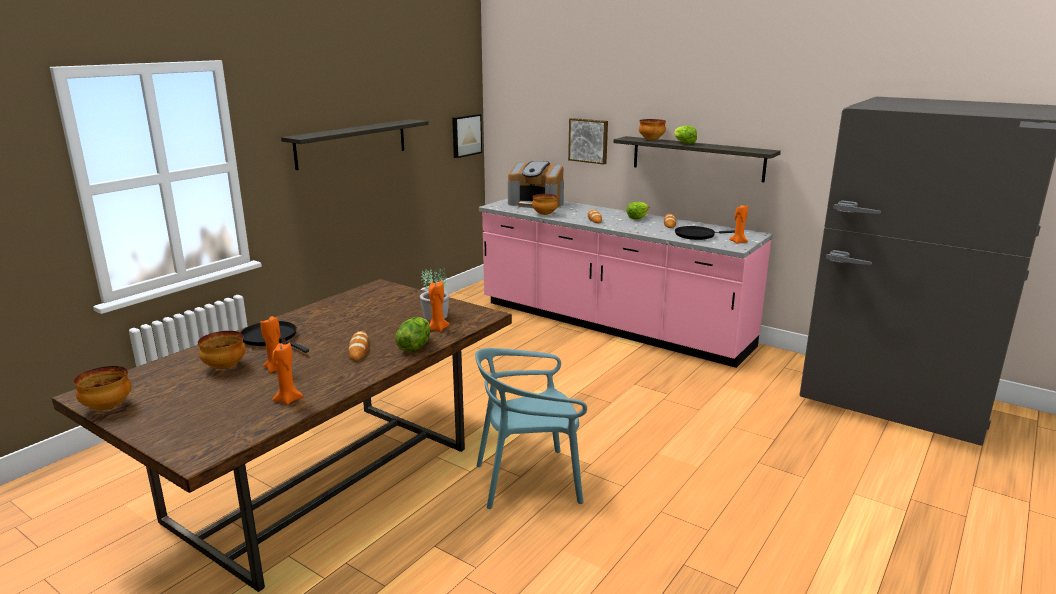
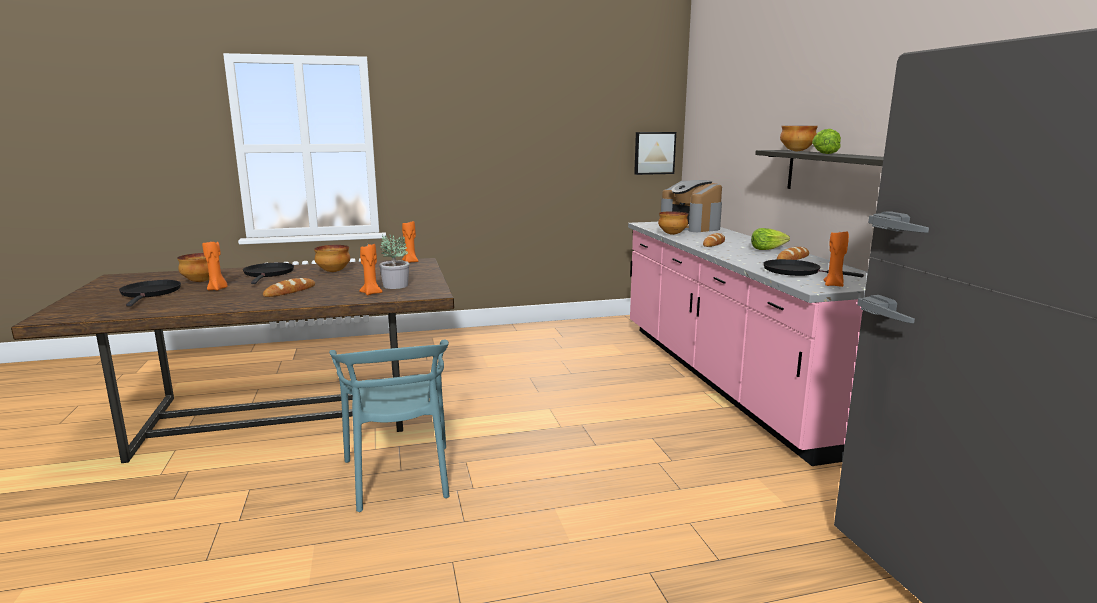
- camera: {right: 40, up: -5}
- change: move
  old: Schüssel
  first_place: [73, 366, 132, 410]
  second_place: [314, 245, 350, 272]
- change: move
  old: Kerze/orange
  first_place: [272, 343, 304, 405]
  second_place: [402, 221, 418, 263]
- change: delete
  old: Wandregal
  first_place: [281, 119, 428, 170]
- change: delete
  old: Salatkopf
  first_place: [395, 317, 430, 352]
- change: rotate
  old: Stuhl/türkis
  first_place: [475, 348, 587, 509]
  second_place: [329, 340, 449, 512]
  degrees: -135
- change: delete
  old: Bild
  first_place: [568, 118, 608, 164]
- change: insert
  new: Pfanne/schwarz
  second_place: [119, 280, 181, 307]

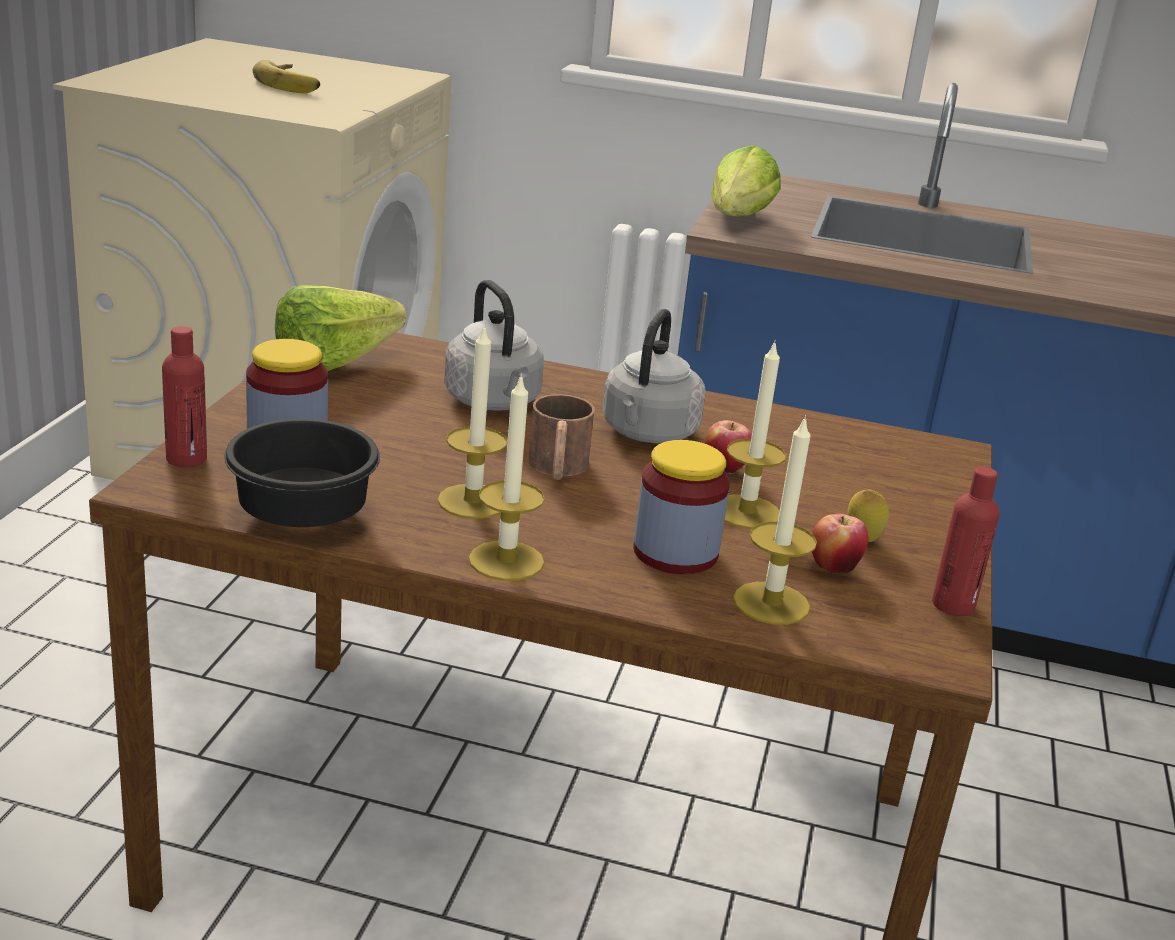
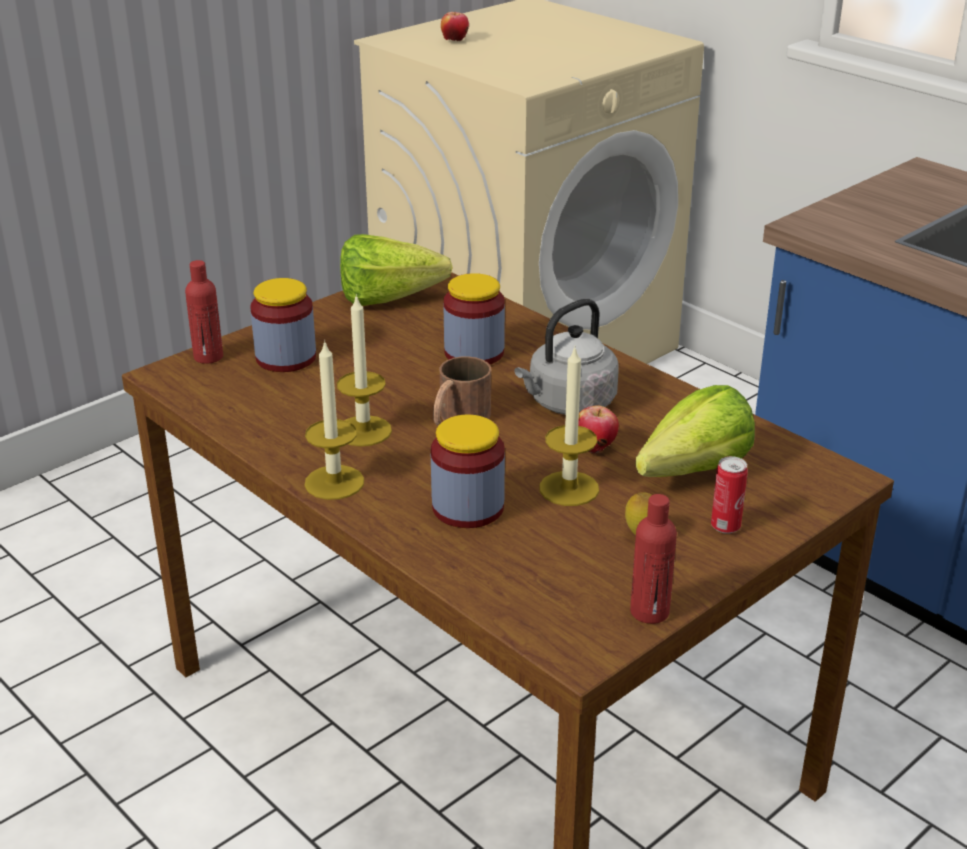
- camera: {right: 35, up: 5}
- change: delete
  old: Schüssel/schwarz
  first_place: [224, 419, 380, 527]
- change: delete
  old: Banane
  first_place: [253, 60, 320, 94]
- change: replace
  old: Wasserkessel/grau
  new: Vorratsglas
  first_place: [444, 280, 544, 411]
  second_place: [443, 273, 505, 365]
- change: move
  old: Salatkopf
  first_place: [711, 145, 781, 216]
  second_place: [635, 385, 755, 477]
- change: delete
  old: Kerze
  first_place: [733, 415, 817, 625]
- change: move
  old: Apfel
  first_place: [812, 513, 868, 573]
  second_place: [441, 12, 469, 42]
- change: insert
  new: Dose
  second_place: [711, 456, 748, 534]

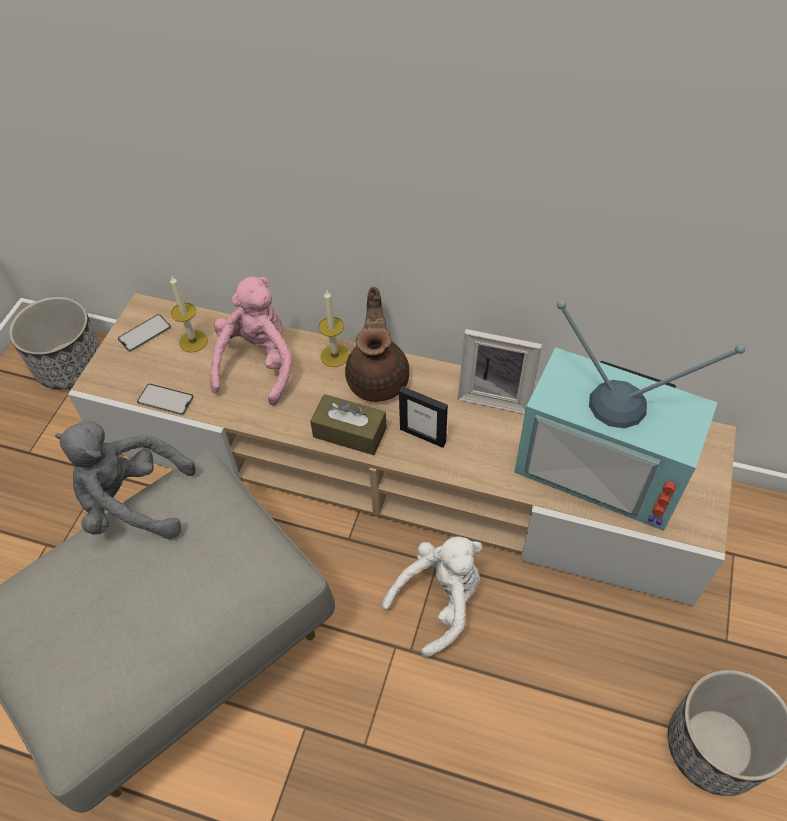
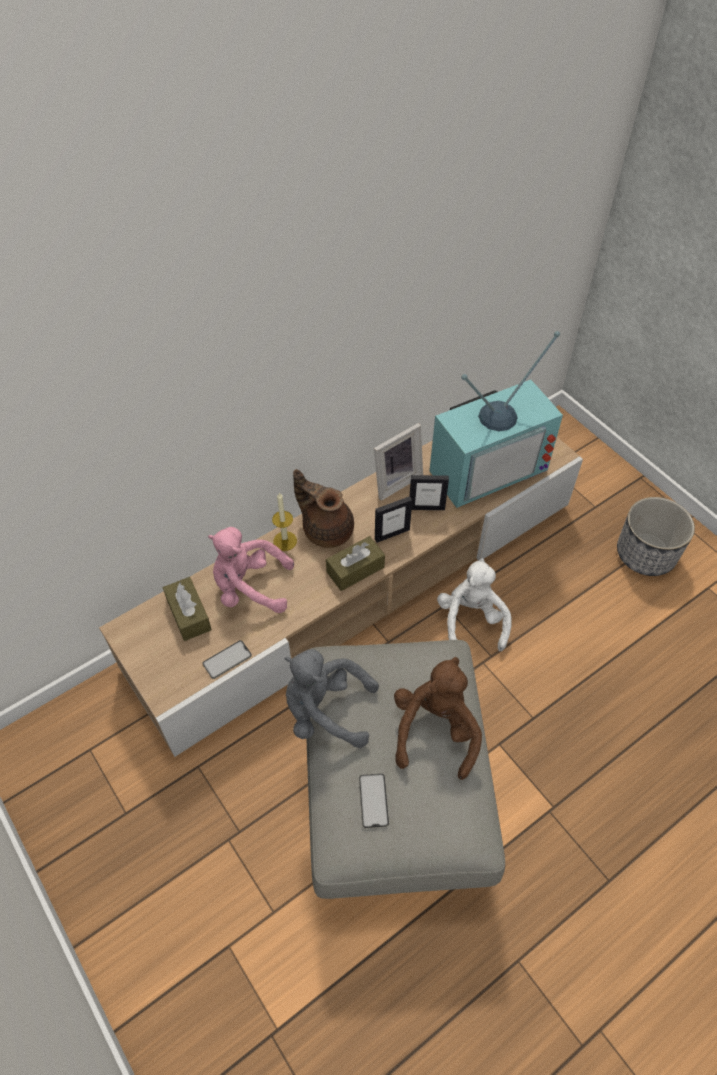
- camera: {right: -55, up: 0}
- change: delete
  old: Pflanzkübel
  first_place: [9, 297, 100, 389]
- change: rotate
  old: Plüschtier/grau
  first_place: [55, 421, 196, 539]
  second_place: [285, 649, 379, 748]
  degrees: 60
- change: move
  old: Handy
  first_place: [118, 314, 171, 352]
  second_place: [359, 774, 389, 828]
- change: replace
  old: Kerze
  new: Taschentuchbox/braun
  first_place: [170, 275, 208, 353]
  second_place: [163, 577, 212, 641]
- change: rotate
  old: Plüschtier/rosa
  first_place: [210, 276, 292, 406]
  second_place: [208, 527, 294, 613]
  degrees: -45
- change: insert
  new: Plüschtier/braun
  second_place: [394, 657, 482, 780]
- change: insert
  new: Bilderrahmen
  second_place: [410, 475, 449, 510]

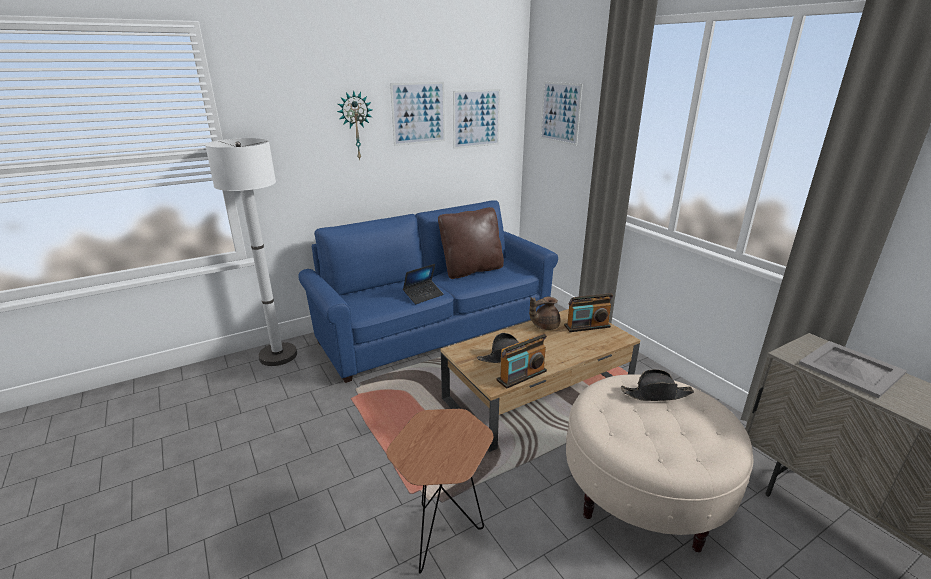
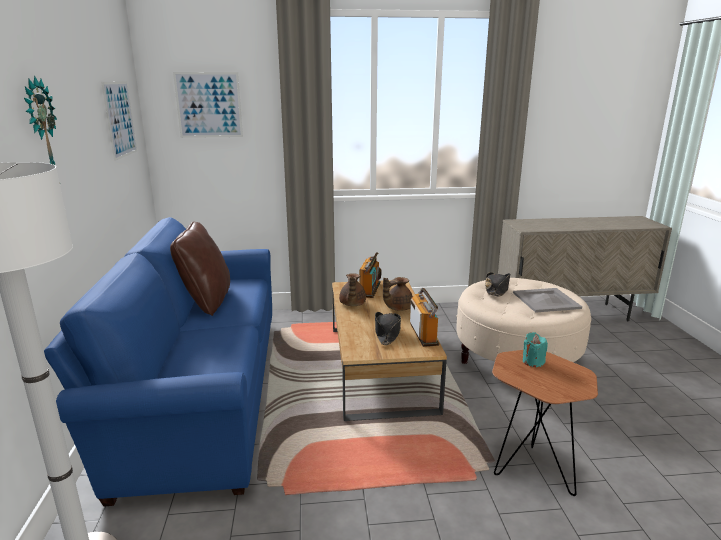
- camera: {right: -65, up: -5}
- change: delete
  old: Bild
  first_place: [390, 82, 445, 146]
- change: delete
  old: Laptop
  first_place: [403, 264, 444, 304]
- change: move
  old: Tablett/grau
  first_place: [799, 341, 907, 398]
  second_place: [513, 288, 582, 313]
- change: insert
  new: Teekanne/braun
  second_place: [383, 277, 413, 311]
- change: insert
  new: Kerze/türkis
  second_place: [523, 332, 548, 367]

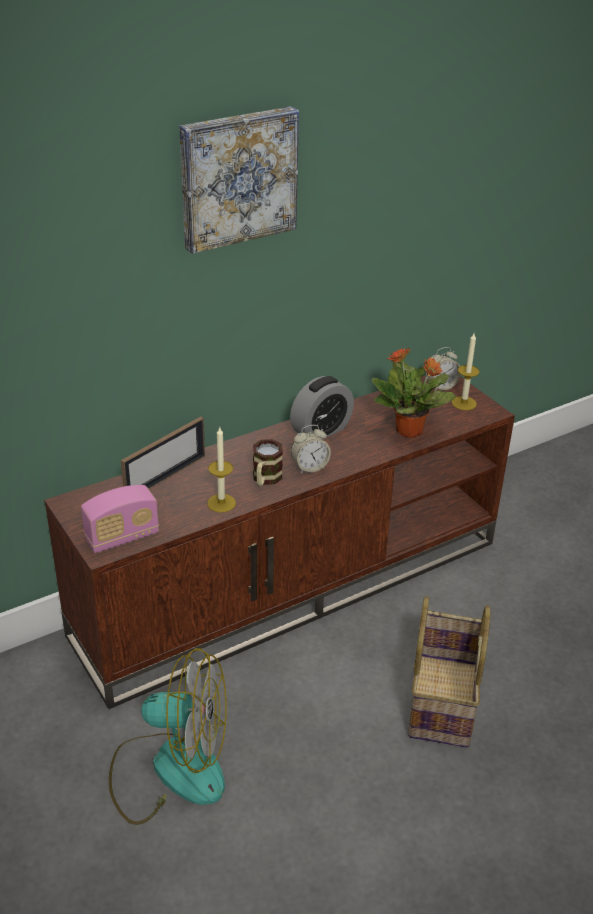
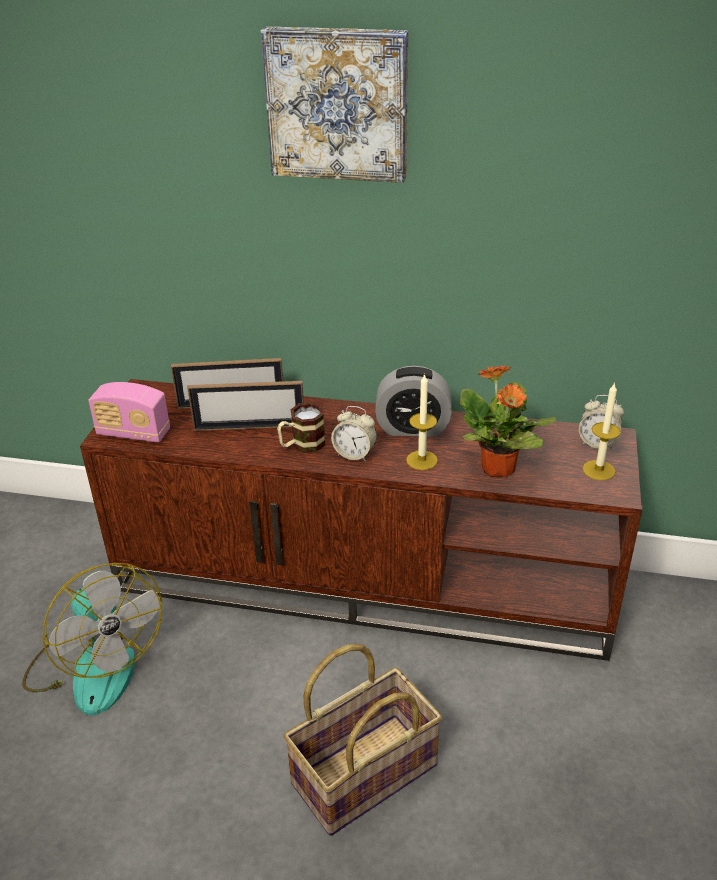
- camera: {right: 45, up: 0}
- change: move
  old: Kerze
  first_place: [207, 427, 236, 512]
  second_place: [406, 373, 438, 470]
- change: insert
  new: Bilderrahmen
  second_place: [187, 381, 304, 431]

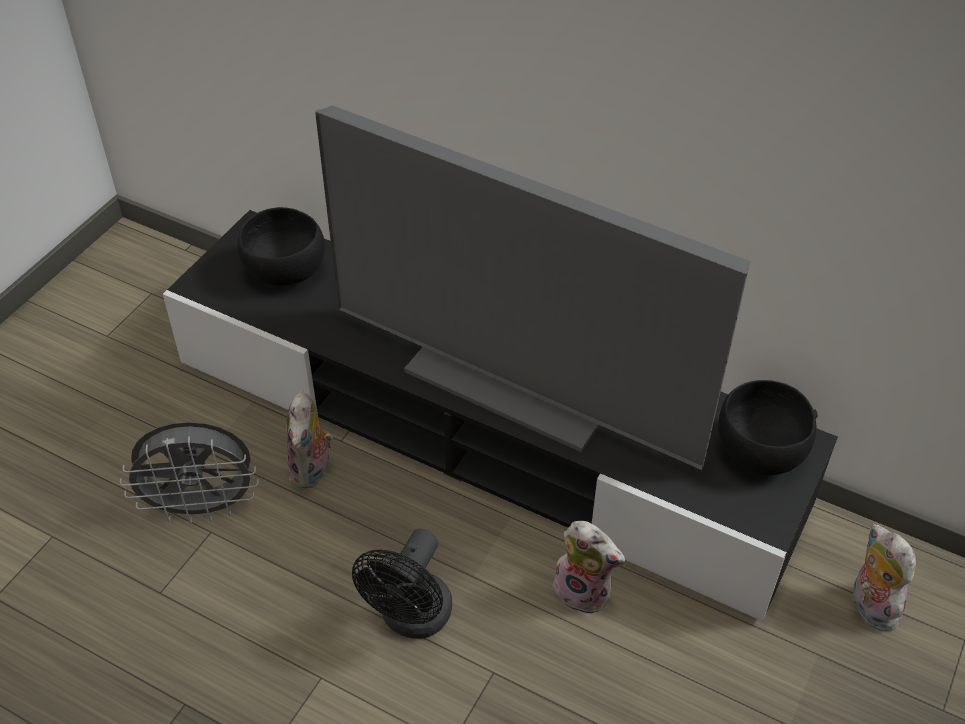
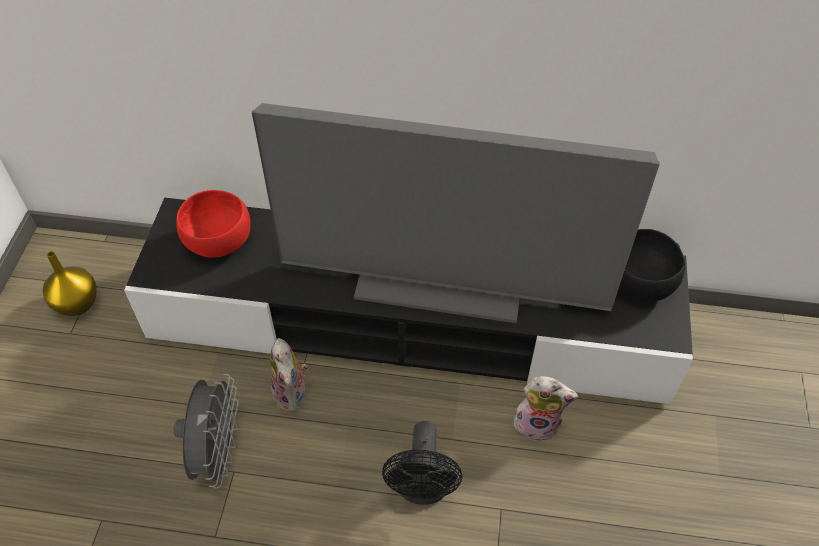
- camera: {right: -20, up: 5}
- change: rotate
  old: Ventilator/grau
  first_place: [120, 422, 259, 524]
  second_place: [173, 374, 239, 489]
  degrees: -60
- change: recolor
  old: Schüssel/schwarz
  new: Schüssel/rot
  first_place: [237, 207, 325, 286]
  second_place: [176, 190, 251, 258]
- change: delete
  old: Plüschtier
  first_place: [852, 524, 916, 631]
- change: insert
  new: Vase/gelb
  second_place: [42, 251, 97, 316]

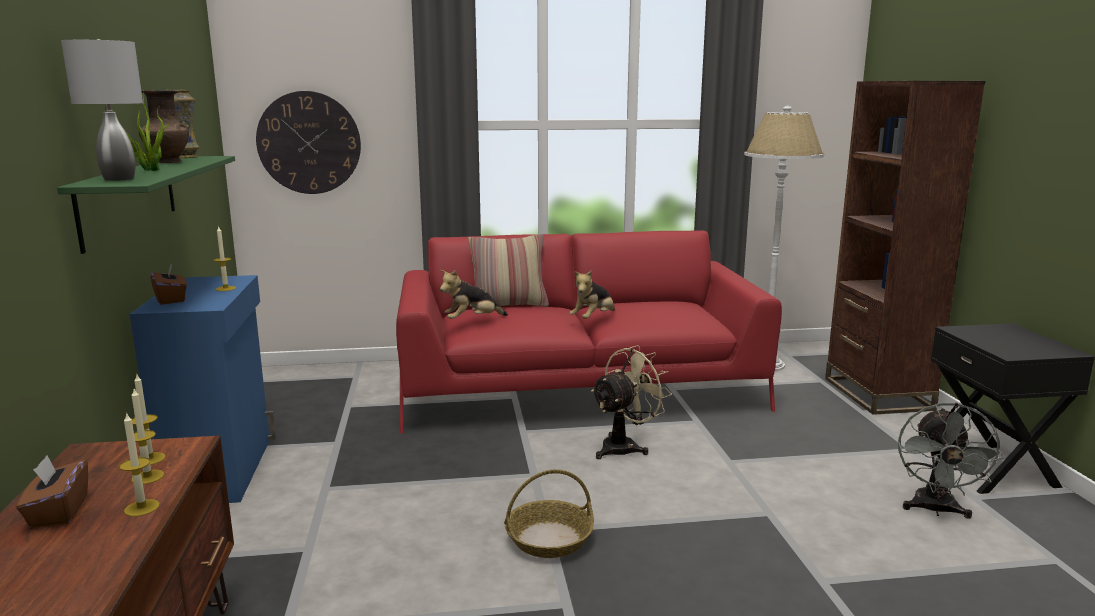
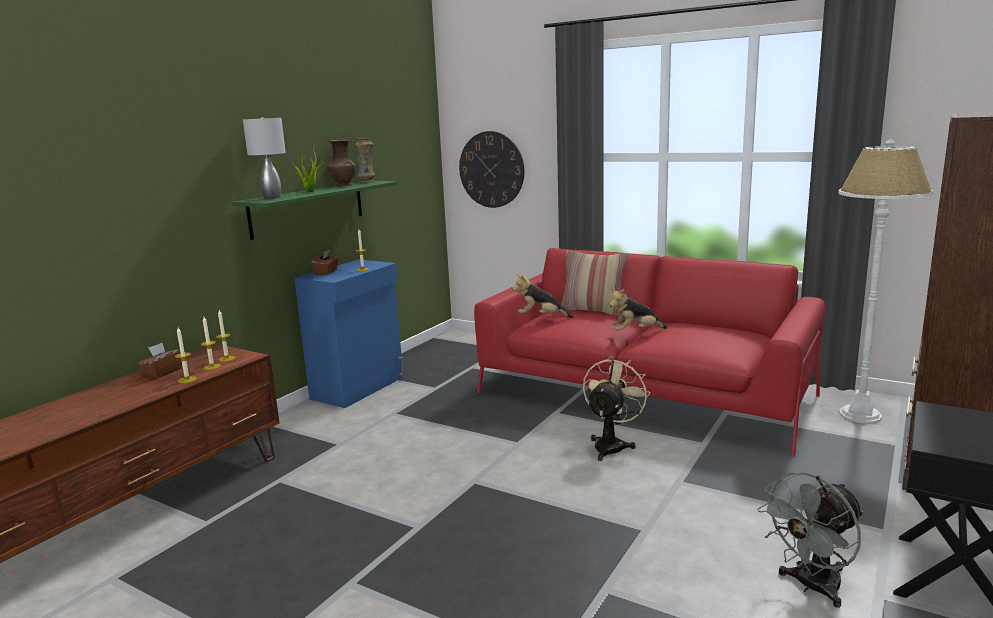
- camera: {right: 40, up: 0}
- change: delete
  old: Korb
  first_place: [504, 469, 594, 558]
- change: rotate
  old: Ventilator/beige
  first_place: [591, 345, 672, 459]
  second_place: [583, 356, 650, 461]
  degrees: -60

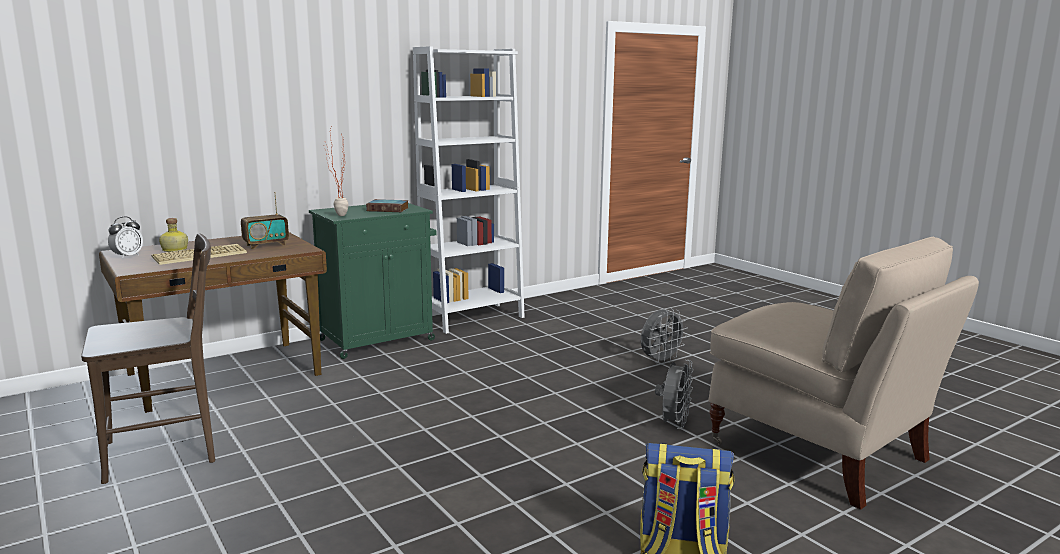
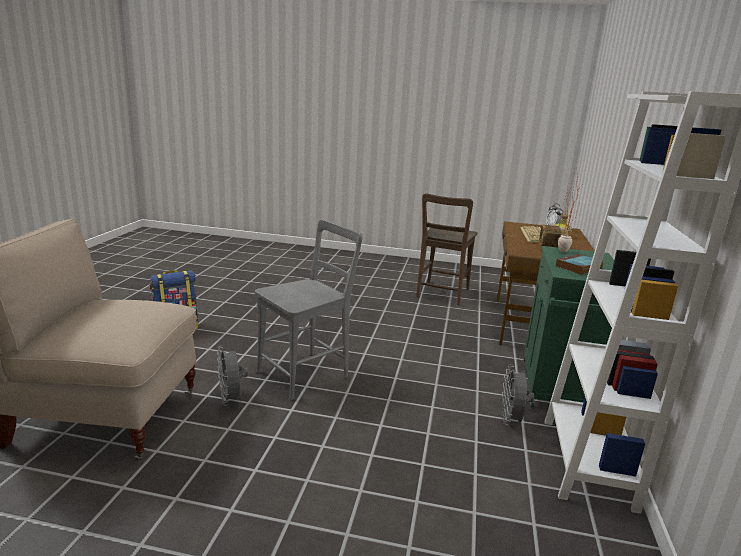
- camera: {right: 135, up: 5}
- change: move
  old: Ventilator/grau
  first_place: [641, 309, 688, 365]
  second_place: [501, 364, 534, 425]
- change: insert
  new: Stuhl/grau
  second_place: [255, 219, 363, 400]

